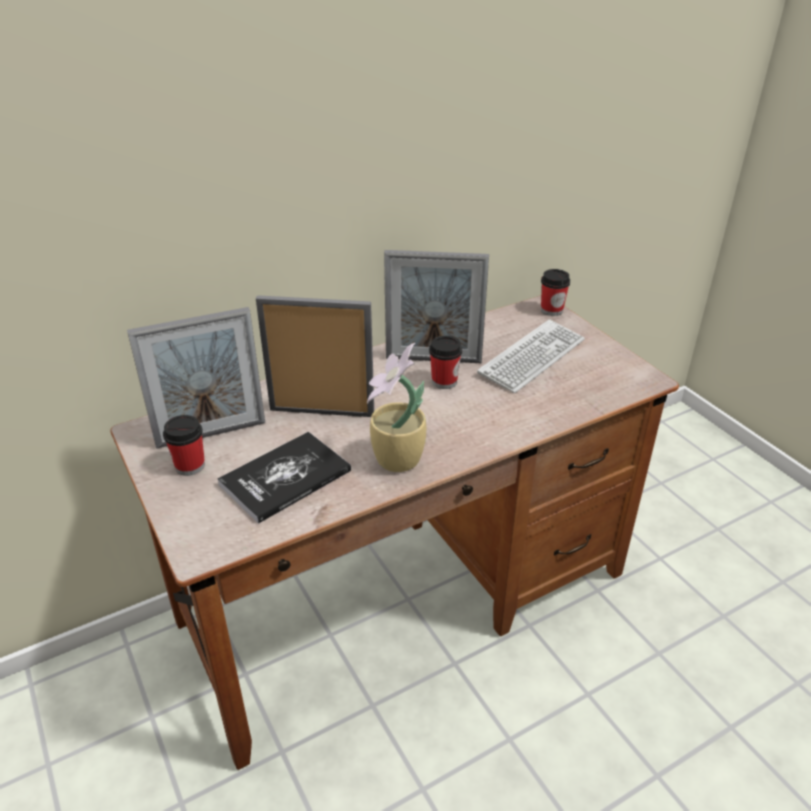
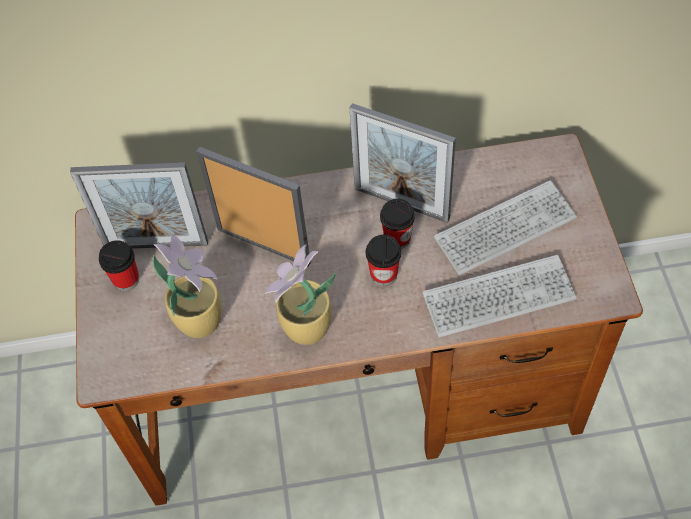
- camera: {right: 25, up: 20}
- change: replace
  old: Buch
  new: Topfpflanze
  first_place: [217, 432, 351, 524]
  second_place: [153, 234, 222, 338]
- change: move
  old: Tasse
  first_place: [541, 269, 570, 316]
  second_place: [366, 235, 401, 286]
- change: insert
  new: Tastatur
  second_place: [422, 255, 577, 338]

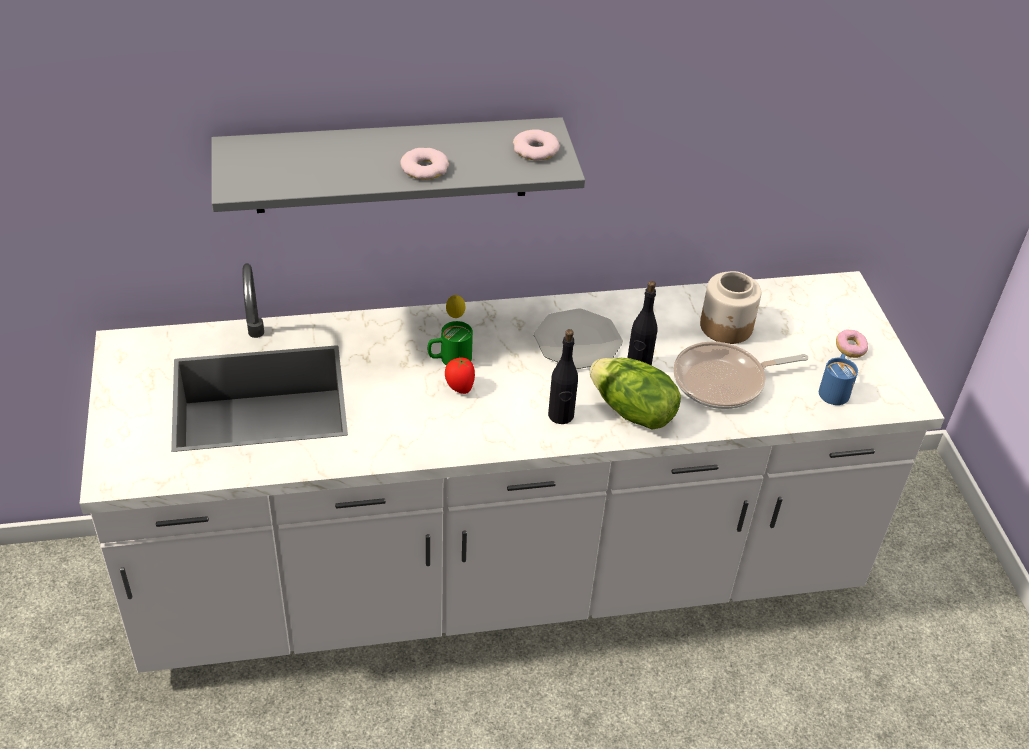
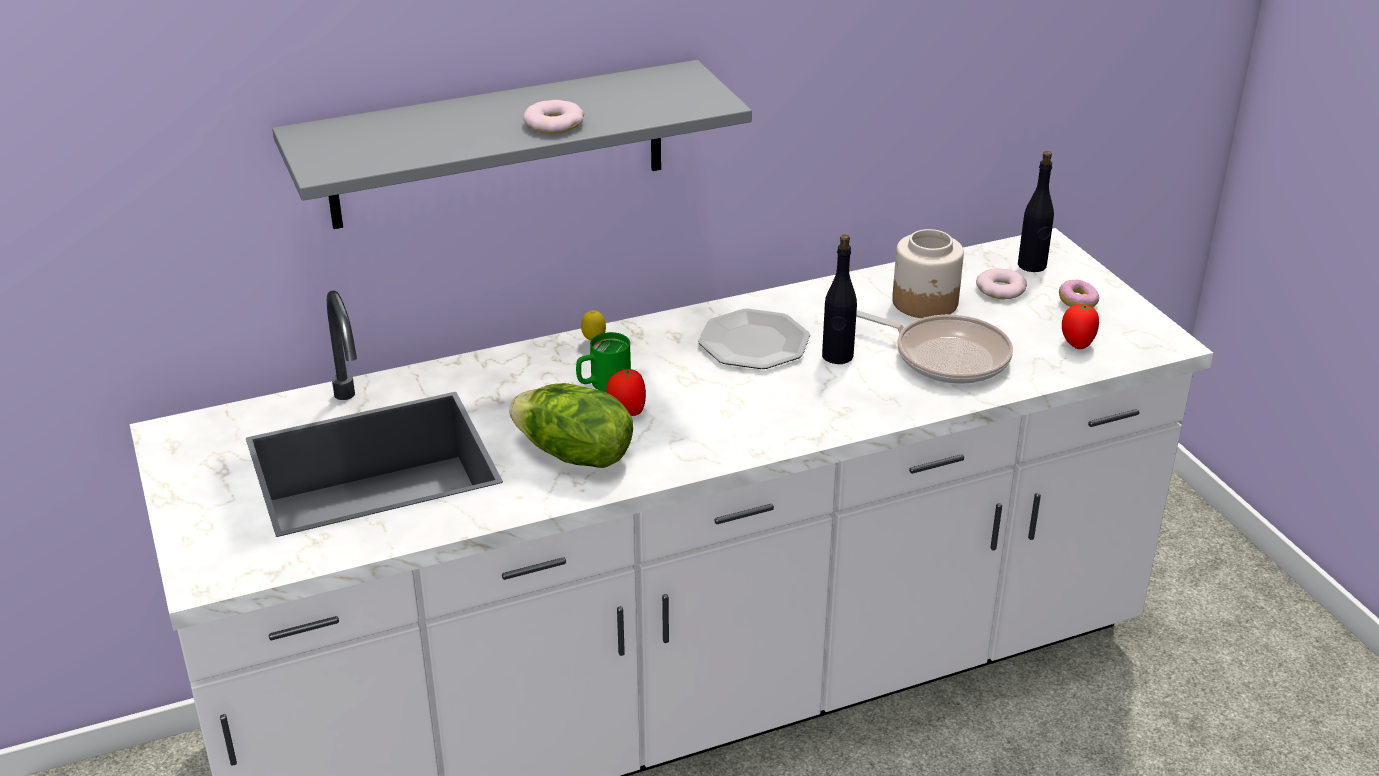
- camera: {right: -10, up: -10}
- change: move
  old: Donut
  first_place: [513, 129, 560, 161]
  second_place: [976, 268, 1027, 299]
- change: move
  old: Flasche/schwarz
  first_place: [548, 329, 578, 424]
  second_place: [1018, 151, 1054, 272]
- change: move
  old: Salatkopf
  first_place: [590, 358, 681, 429]
  second_place: [509, 383, 633, 468]
- change: rotate
  old: Pfanne
  first_place: [673, 341, 809, 409]
  second_place: [856, 310, 1013, 384]
  degrees: -120
- change: replace
  old: Henkelbecher/blau
  new: Tomate
  first_place: [819, 354, 858, 405]
  second_place: [1062, 303, 1099, 349]

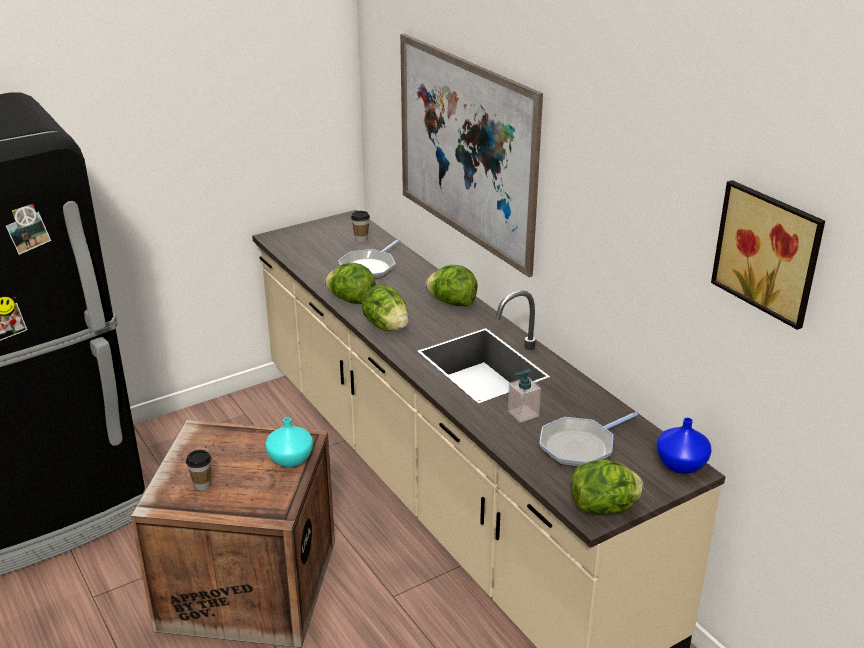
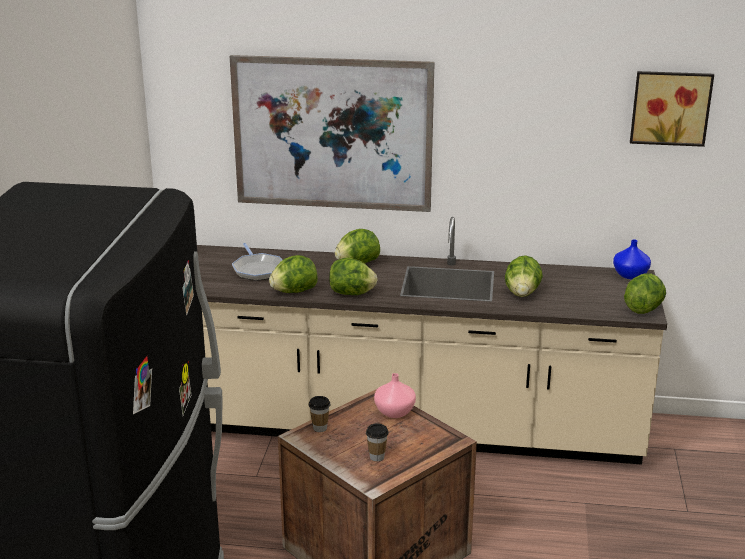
- camera: {right: -50, up: -5}
- change: recolor
  old: Vase/türkis
  new: Vase/rosa
  first_place: [265, 418, 313, 467]
  second_place: [374, 373, 416, 418]
- change: move
  old: Tasse
  first_place: [351, 211, 370, 242]
  second_place: [309, 396, 331, 432]
- change: replace
  old: Seifenspender
  new: Salatkopf
  first_place: [508, 369, 541, 423]
  second_place: [505, 255, 543, 297]
- change: delete
  old: Pfanne
  first_place: [539, 412, 638, 467]

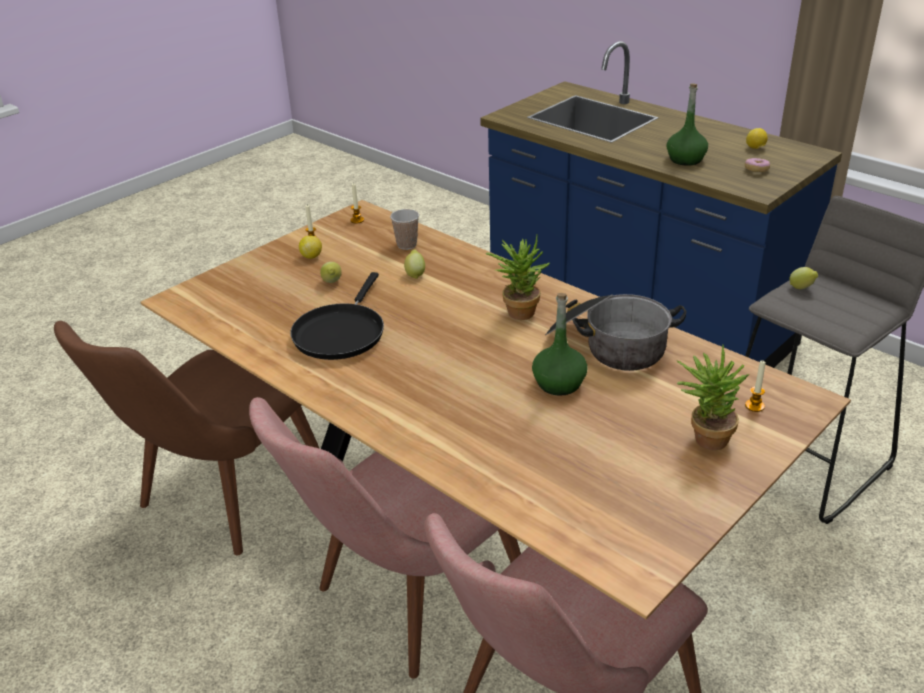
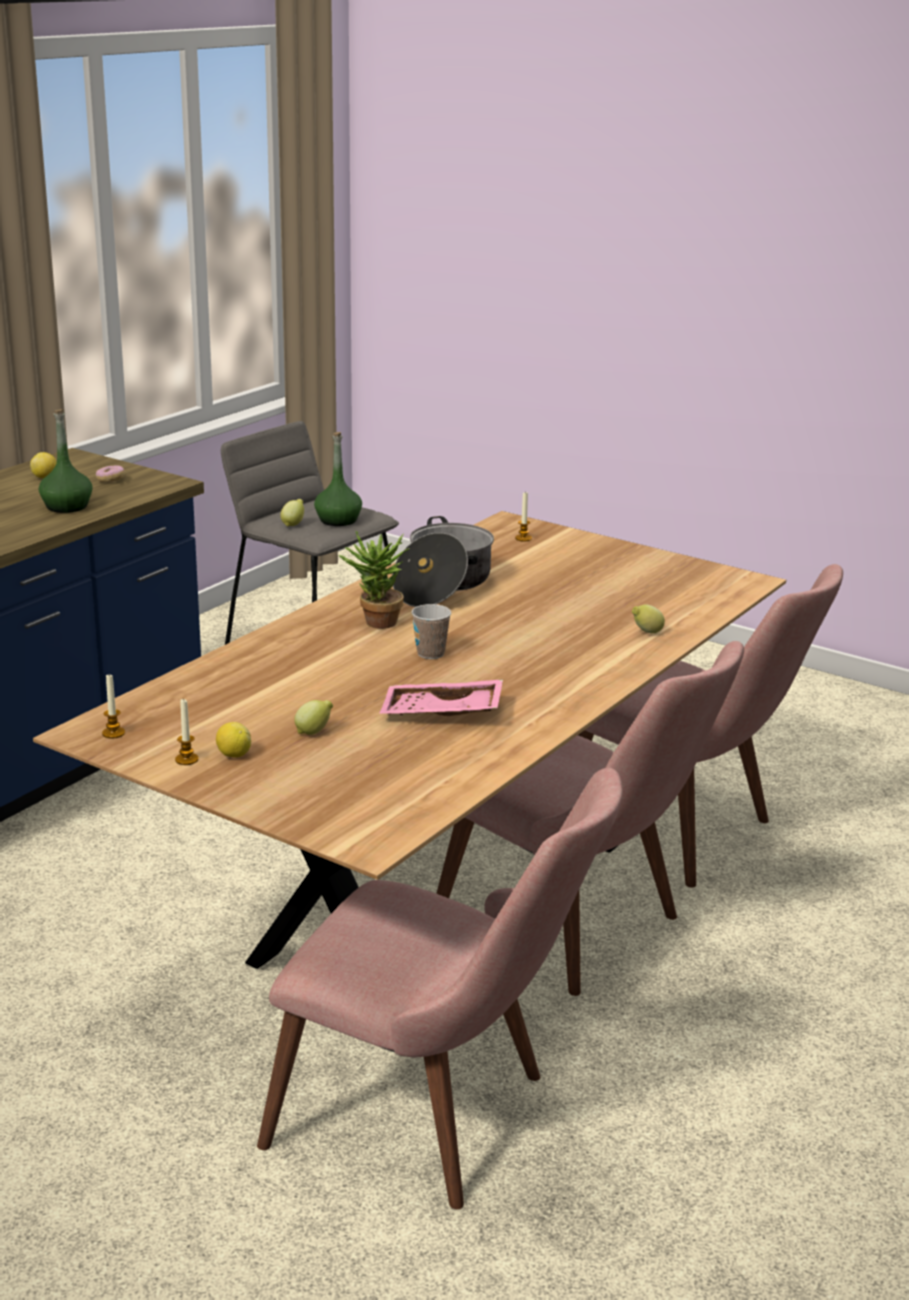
- camera: {right: -100, up: -10}
- change: recolor
  old: Stuhl/braun
  new: Stuhl/rosa
  first_place: [54, 321, 320, 556]
  second_place: [257, 768, 623, 1209]
- change: replace
  old: Pfanne/schwarz
  new: Tablett/rosa
  first_place: [290, 272, 384, 360]
  second_place: [379, 679, 503, 716]
- change: move
  old: Tasse
  first_place: [390, 209, 419, 250]
  second_place: [412, 604, 451, 659]
- change: move
  old: Zitrone
  first_place: [404, 249, 425, 279]
  second_place: [632, 605, 665, 633]
- change: move
  old: Flasche/grün
  first_place: [532, 293, 588, 396]
  second_place: [314, 432, 362, 526]
- change: delete
  old: Topfpflanze
  first_place: [677, 345, 749, 450]

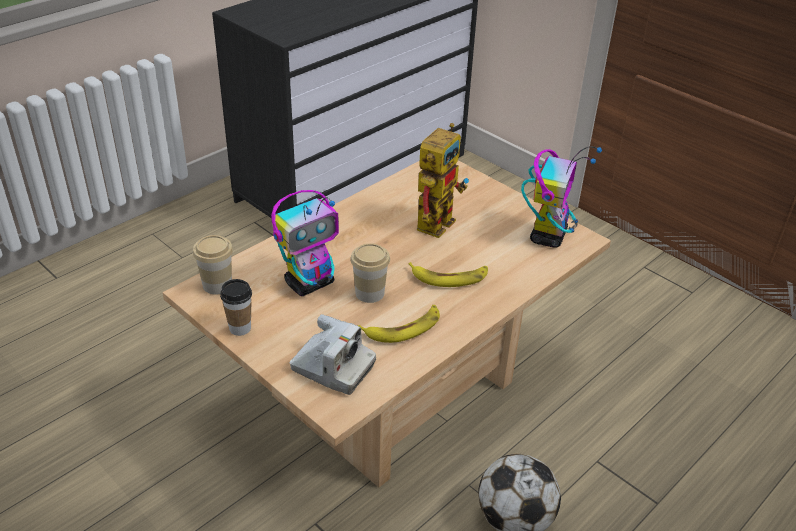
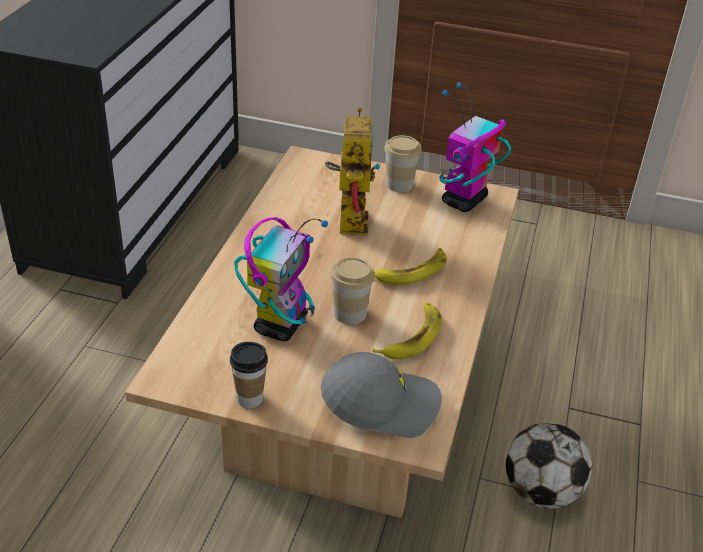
- camera: {right: -30, up: 0}
- change: move
  old: Tasse
  first_place: [193, 235, 233, 295]
  second_place: [384, 135, 422, 192]
- change: replace
  old: Kamera
  new: Kappe/grau
  first_place: [290, 314, 376, 395]
  second_place: [321, 352, 442, 438]
- change: rotate
  old: Spielzeugroboter
  first_place: [521, 146, 602, 248]
  second_place: [439, 82, 511, 212]
  degrees: -135

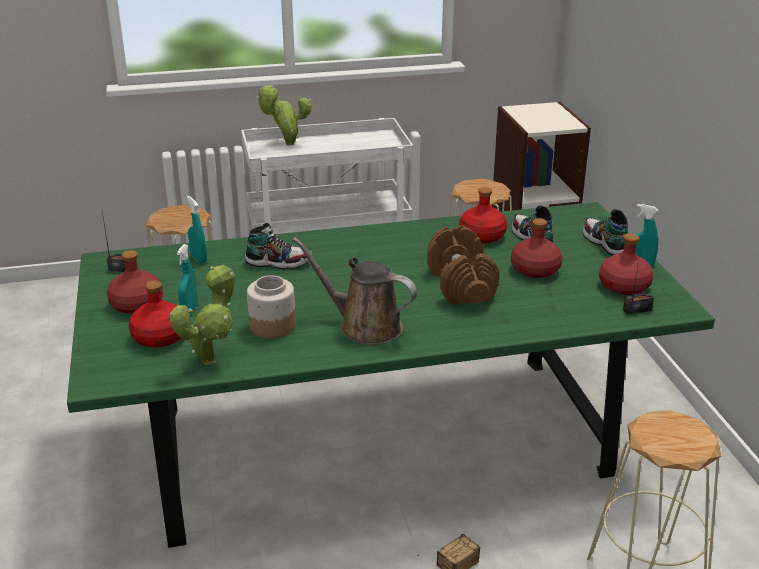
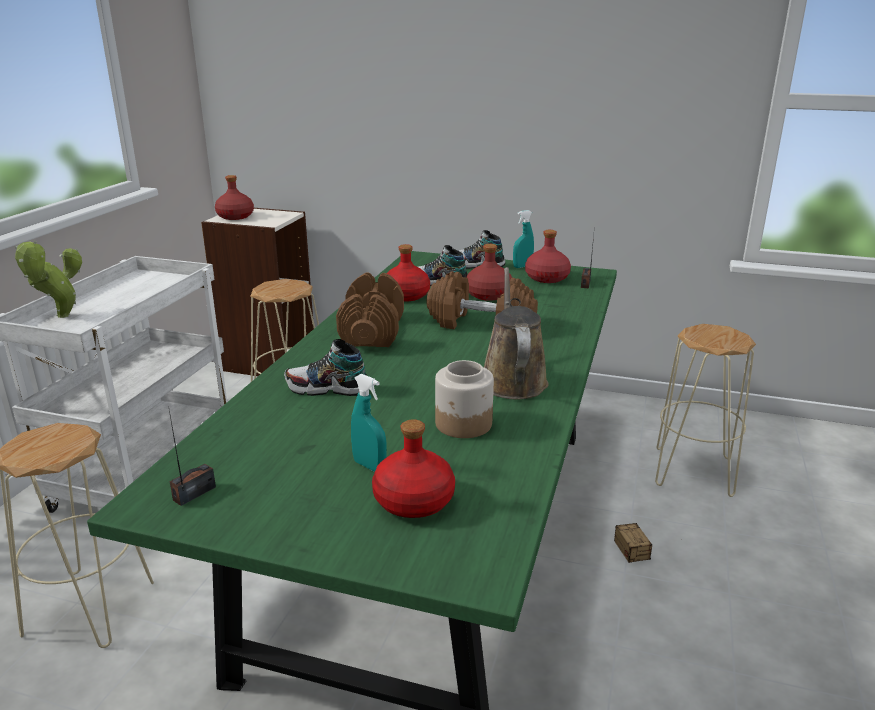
- camera: {right: -60, up: -5}
- change: move
  old: Flasche/rot
  first_place: [107, 250, 163, 314]
  second_place: [215, 175, 254, 220]
- change: delete
  old: Topfpflanze
  first_place: [170, 265, 236, 365]
- change: delete
  old: Sprühflasche/türkis
  first_place: [187, 196, 207, 264]
- change: rotate
  old: Schuh
  first_place: [245, 223, 312, 270]
  second_place: [284, 339, 367, 396]
  degrees: -120
- change: rotate
  old: Gießkanne/braun
  first_place: [292, 237, 417, 345]
  second_place: [484, 267, 549, 399]
  degrees: 120
- change: insert
  new: Hantel/braun
  second_place: [336, 272, 404, 347]

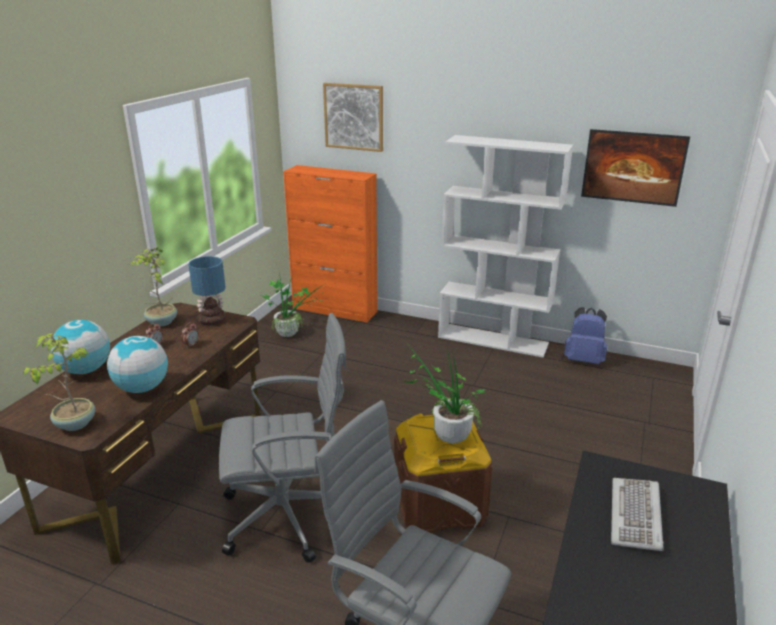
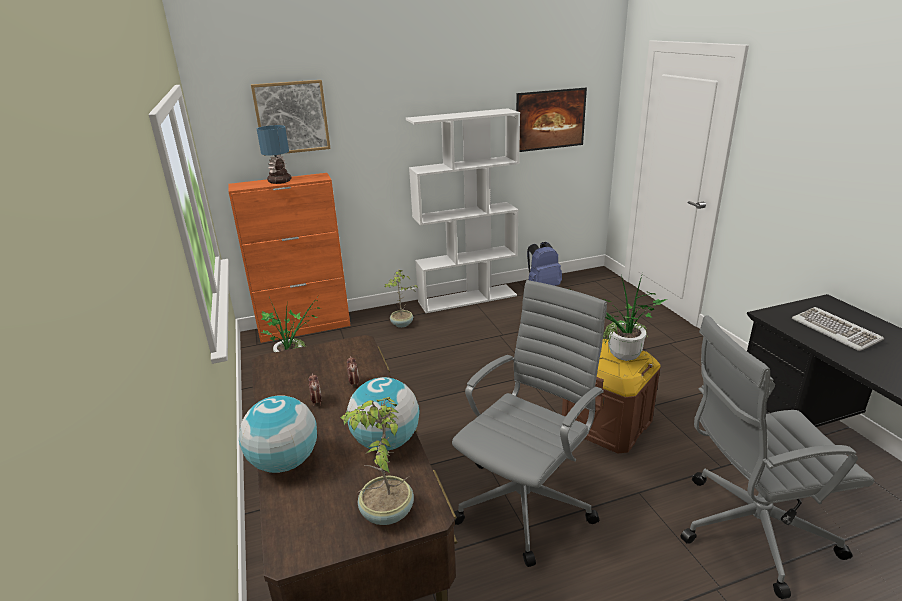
- camera: {right: -40, up: 0}
- change: move
  old: Topfpflanze
  first_place: [130, 247, 177, 326]
  second_place: [384, 269, 418, 328]
- change: move
  old: Tischlampe
  first_place: [188, 256, 226, 325]
  second_place: [257, 125, 291, 184]

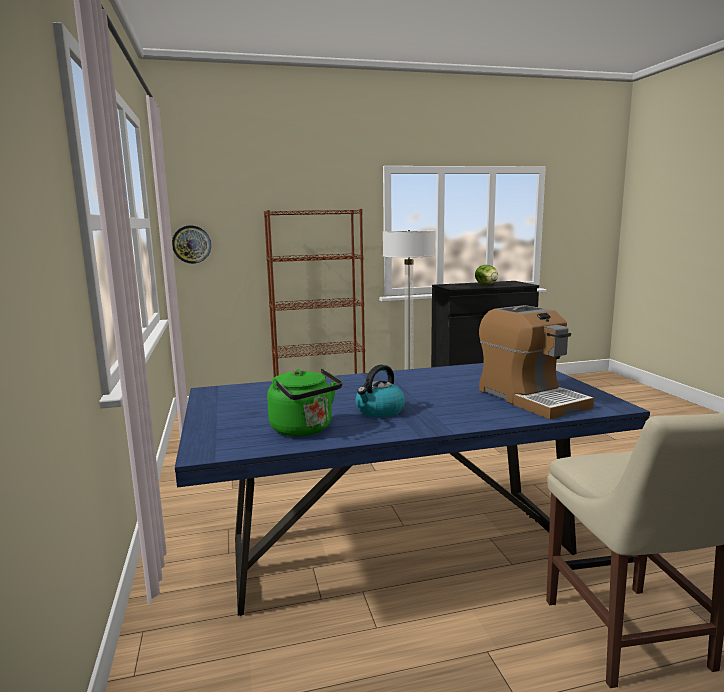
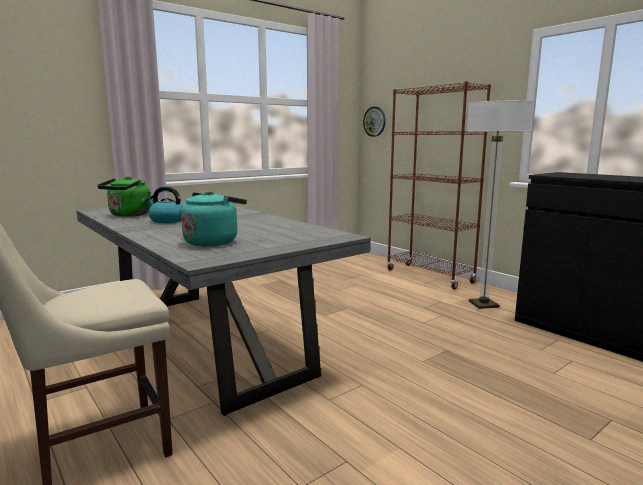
- camera: {right: 65, up: 0}
- change: recolor
  old: Esstisch/blau
  new: Esstisch/grau
  first_place: [175, 363, 650, 616]
  second_place: [76, 201, 371, 416]
- change: delete
  old: Salatkopf
  first_place: [475, 265, 498, 285]
- change: replace
  old: Kaffeemaschine
  new: Wasserkessel/türkis
  first_place: [479, 305, 594, 419]
  second_place: [181, 191, 247, 246]

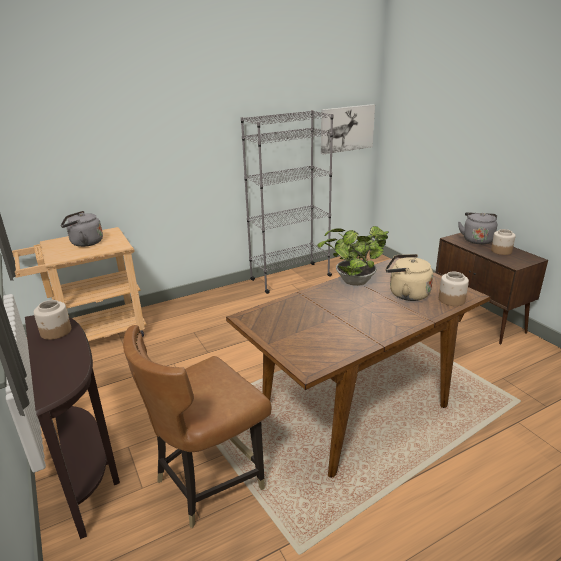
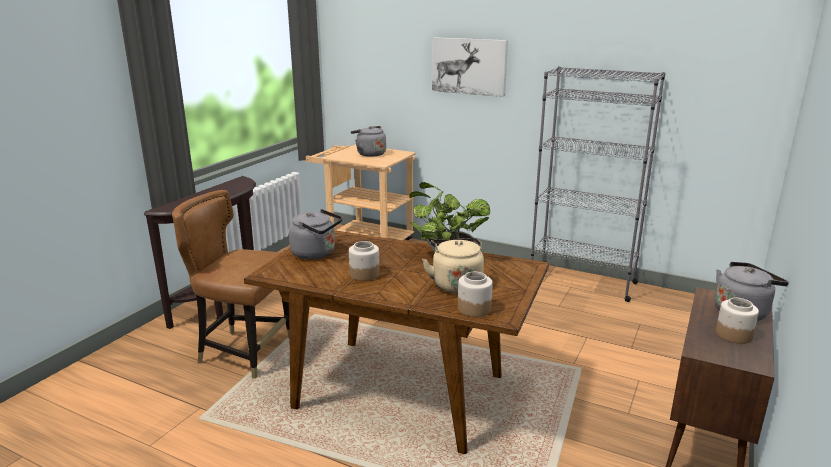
- camera: {right: 55, up: -5}
- change: move
  old: Vorratsglas
  first_place: [34, 300, 71, 340]
  second_place: [349, 241, 380, 281]
- change: move
  old: Bild
  first_place: [321, 104, 375, 154]
  second_place: [432, 37, 508, 97]
- change: insert
  new: Wasserkessel/grau
  second_place: [289, 209, 342, 259]

